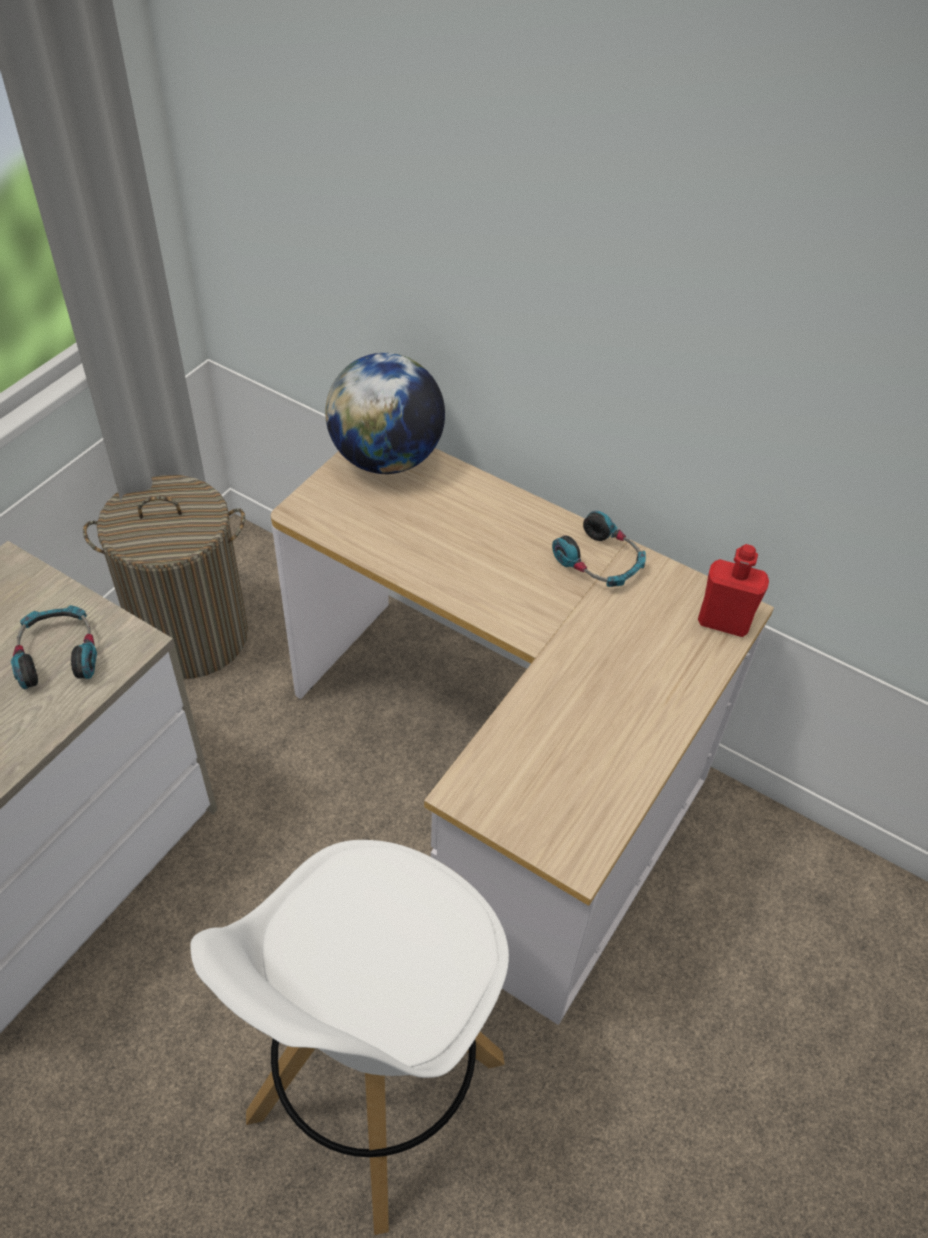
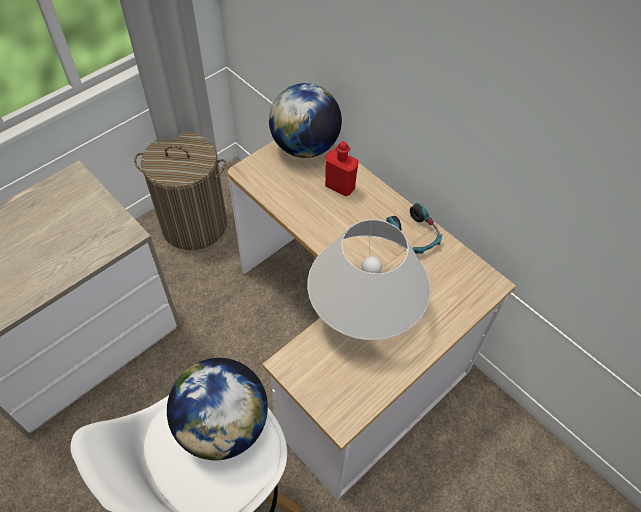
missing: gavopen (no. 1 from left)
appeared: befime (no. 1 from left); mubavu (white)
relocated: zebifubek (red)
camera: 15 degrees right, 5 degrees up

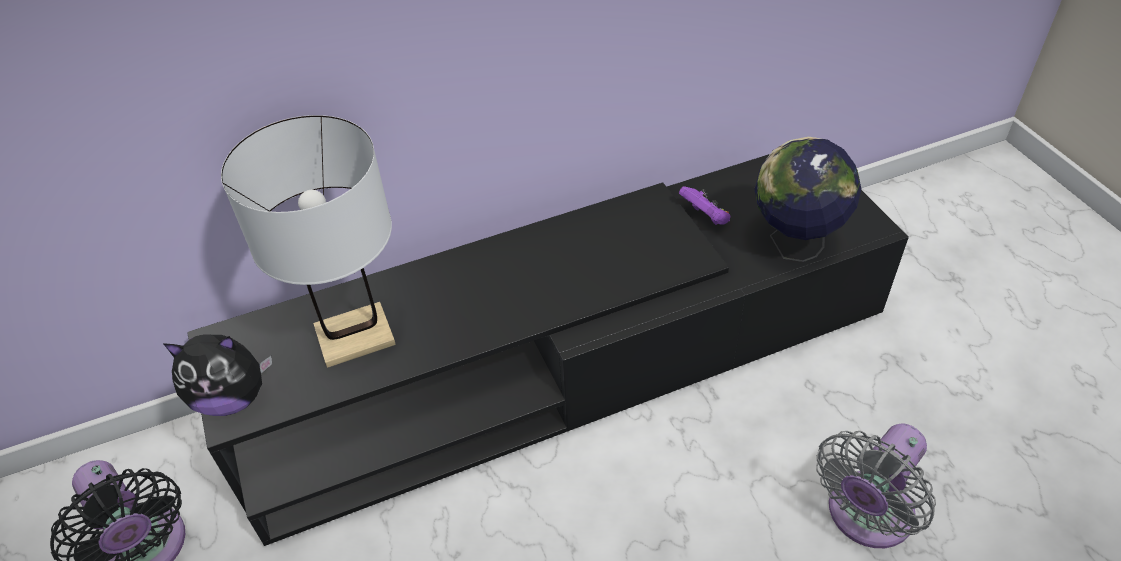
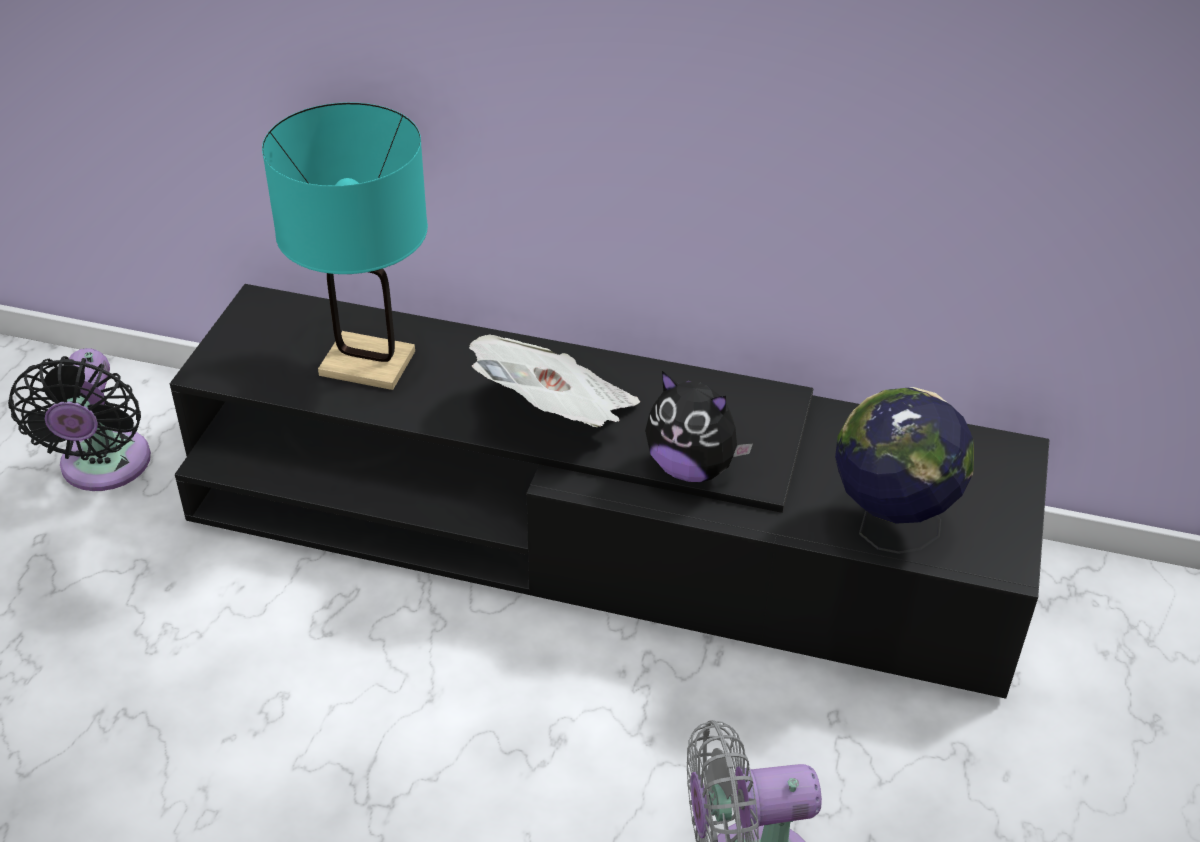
missing: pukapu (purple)
appeared: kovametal
relocated: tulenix
colour: mubavu (white) to mubavu (turquoise)
camera: 35 degrees right, 5 degrees down

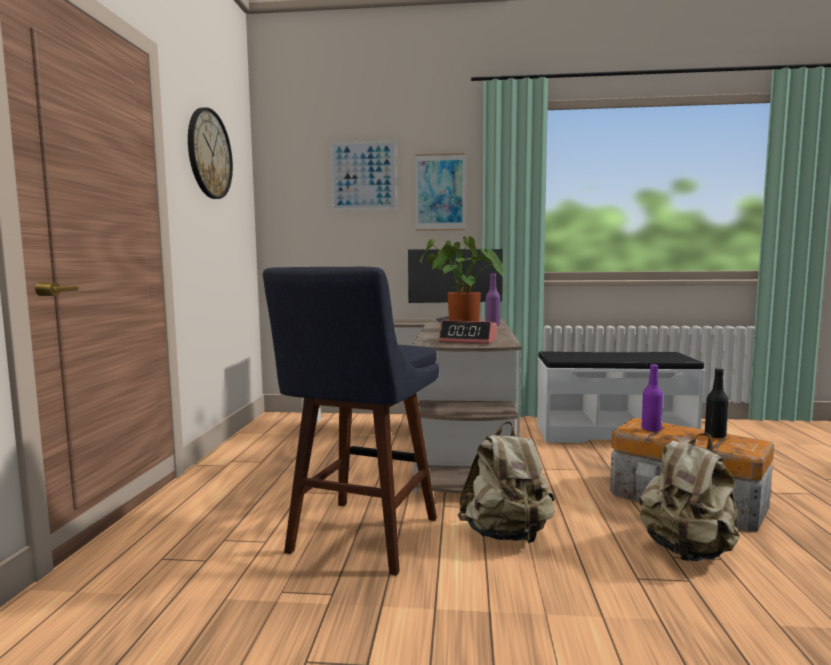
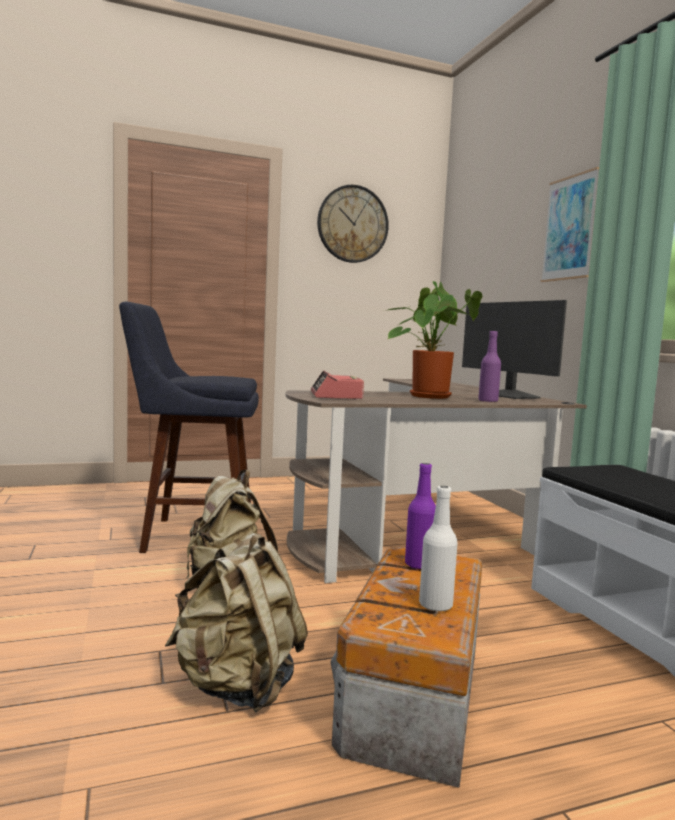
missing: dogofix (no. 1 from left)
colour: zebifubek (black) to zebifubek (white)
camera: 65 degrees right, 0 degrees up

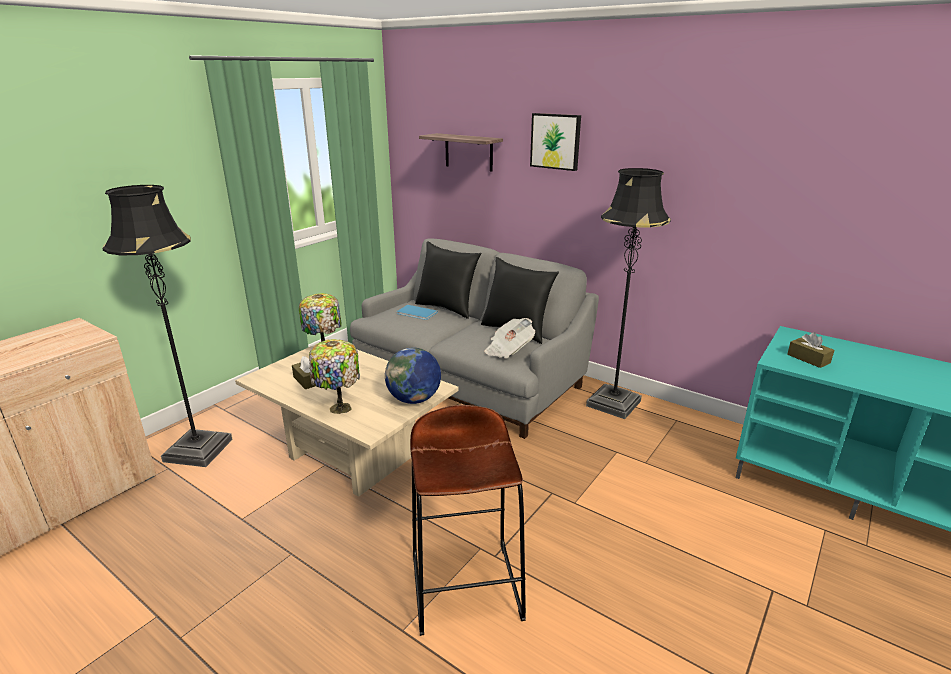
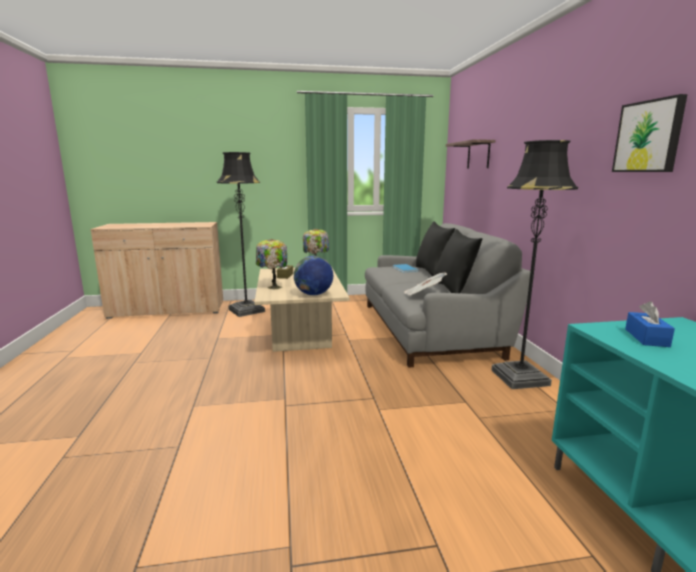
missing: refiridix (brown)
relocated: dogofix
colour: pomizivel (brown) (no. 2 from left) to pomizivel (blue)
camera: 45 degrees right, 10 degrees down

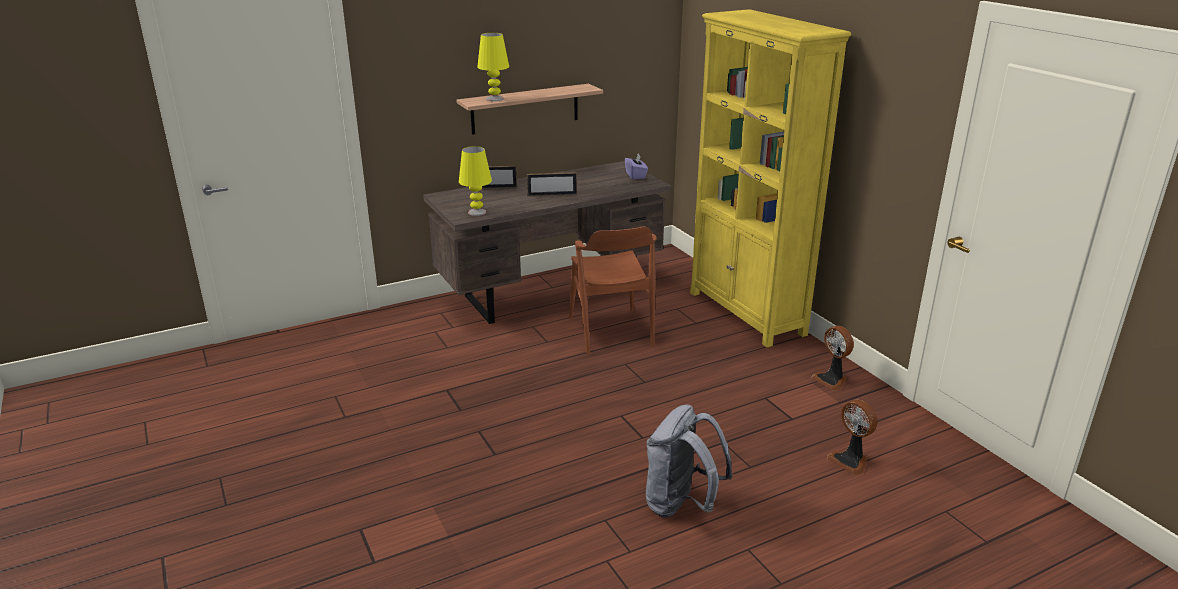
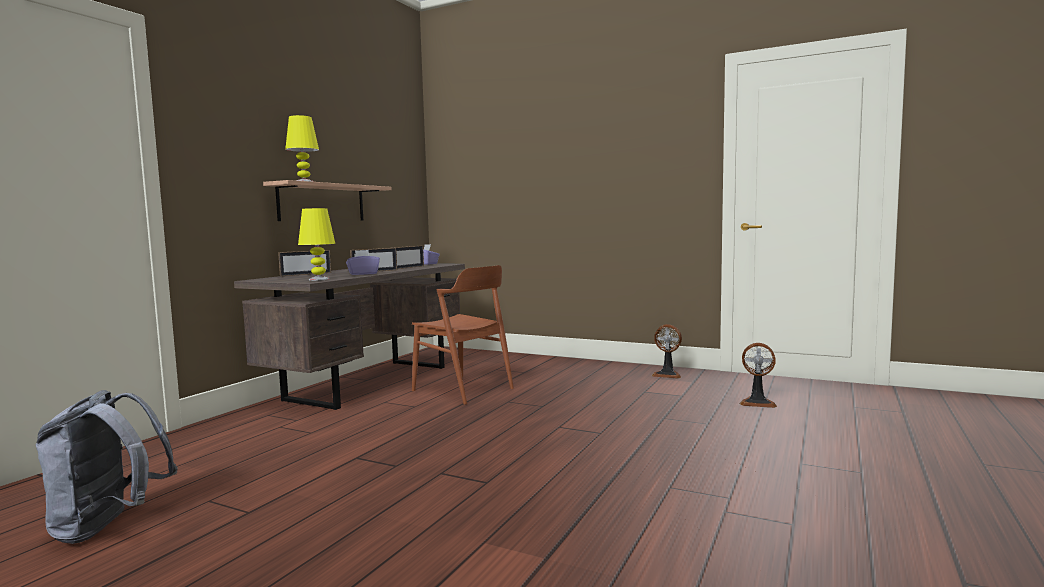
missing: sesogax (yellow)
appeared: pomizivel (purple) (no. 1 from left); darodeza (no. 3 from left)
relocated: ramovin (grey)
camera: 35 degrees left, 20 degrees down

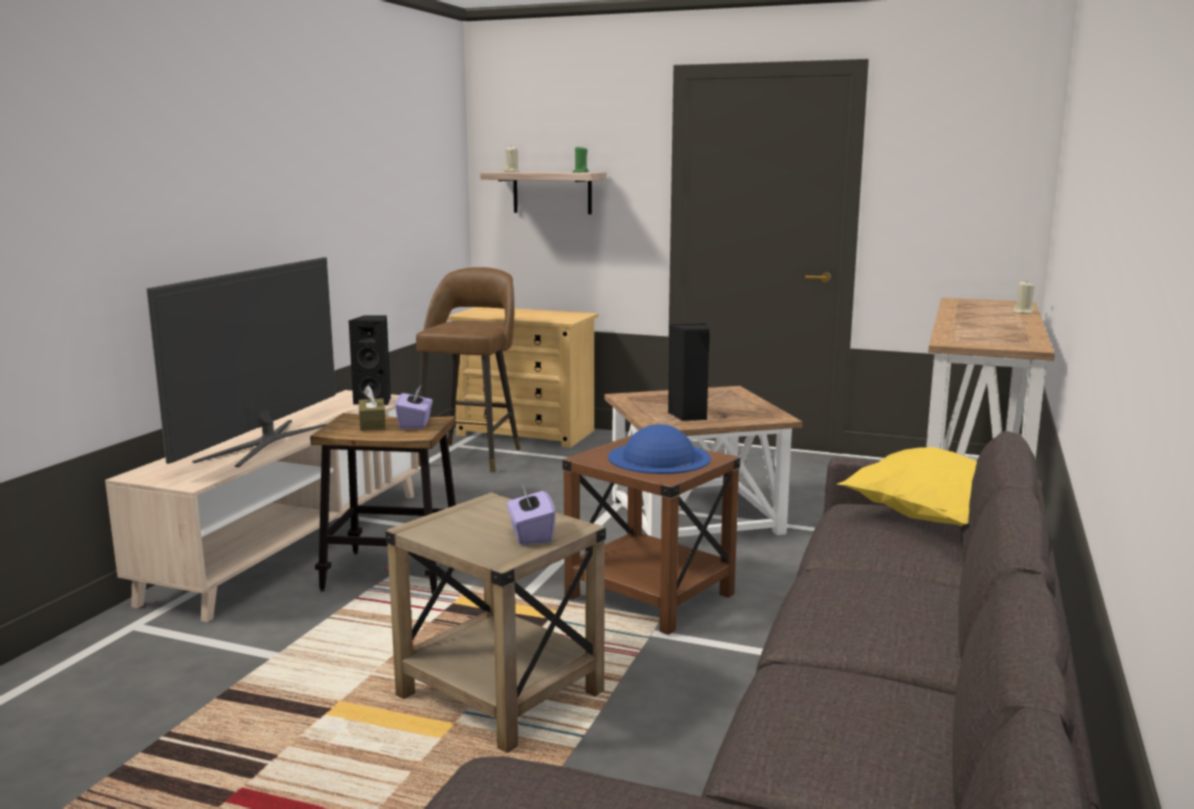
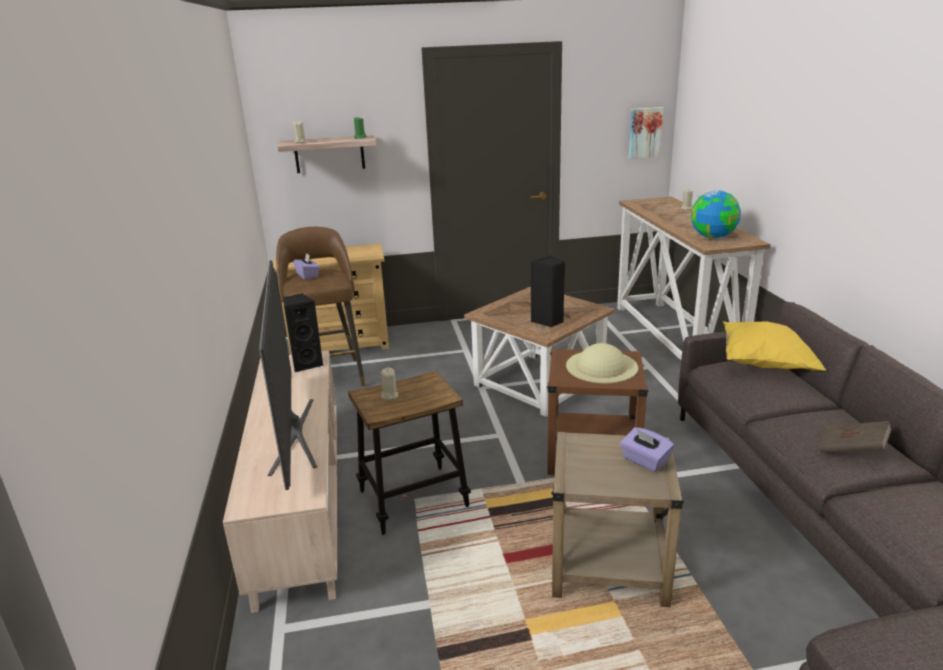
appeared: dogofix; befime; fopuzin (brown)
relocated: pomizivel (purple) (no. 1 from left)
exchanged: pomizivel (brown) to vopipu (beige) (no. 2 from left)
colour: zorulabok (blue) to zorulabok (beige)
camera: 30 degrees left, 10 degrees up

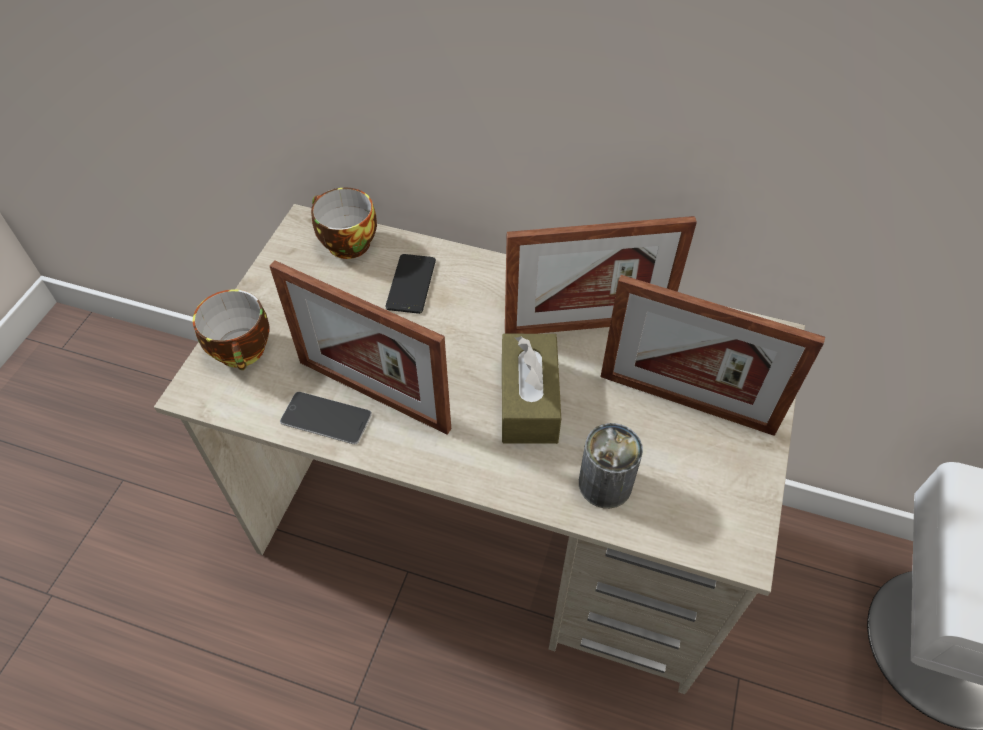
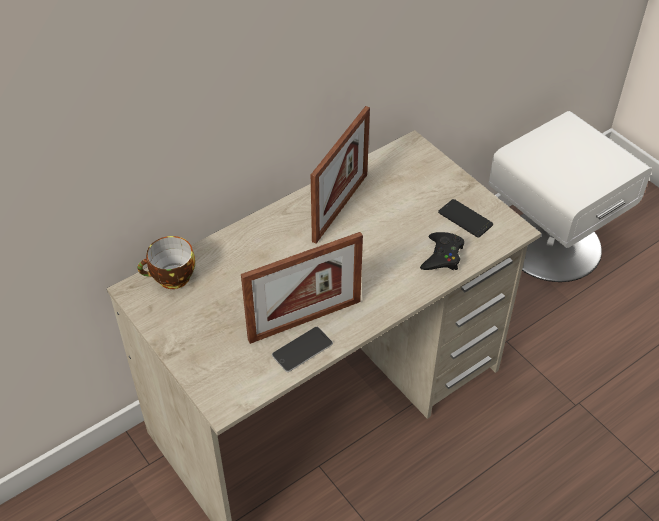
missing: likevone (no. 1 from left); pomizivel (brown); darodeza (no. 3 from left)
relocated: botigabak (no. 2 from left)
exchanged: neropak to pukapu (black)
camera: 55 degrees left, 5 degrees down

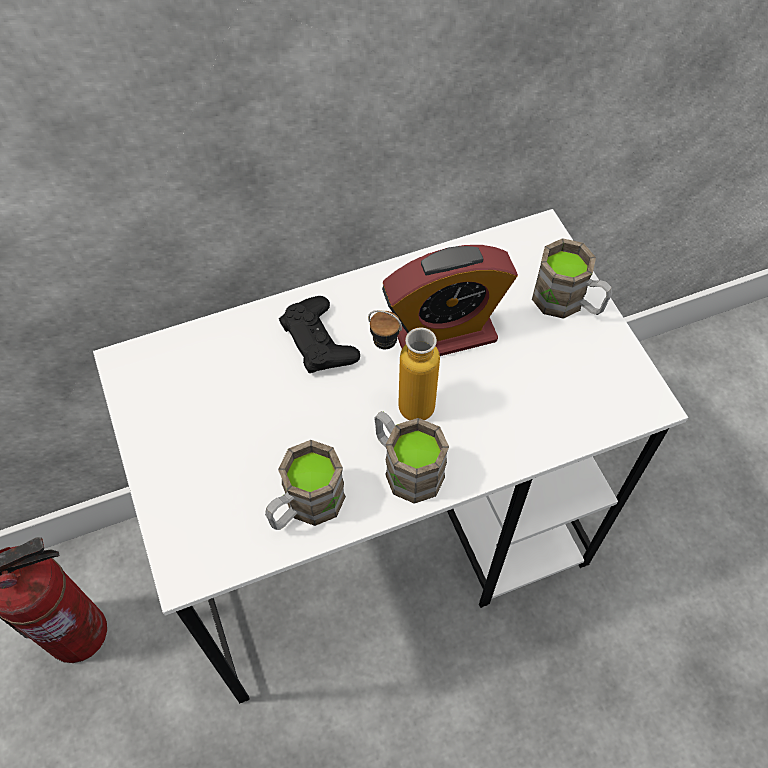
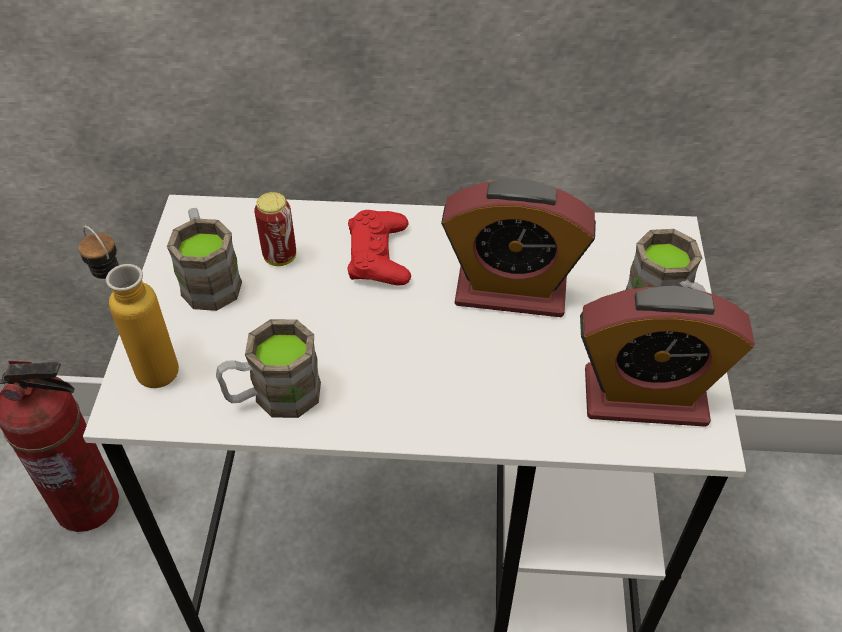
appeared: neropak; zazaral (no. 2 from left)
relocated: zebifubek; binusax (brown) (no. 2 from left in the first image) to binusax (brown) (no. 1 from left)
colour: pukapu (black) to pukapu (red)
camera: 25 degrees right, 10 degrees down

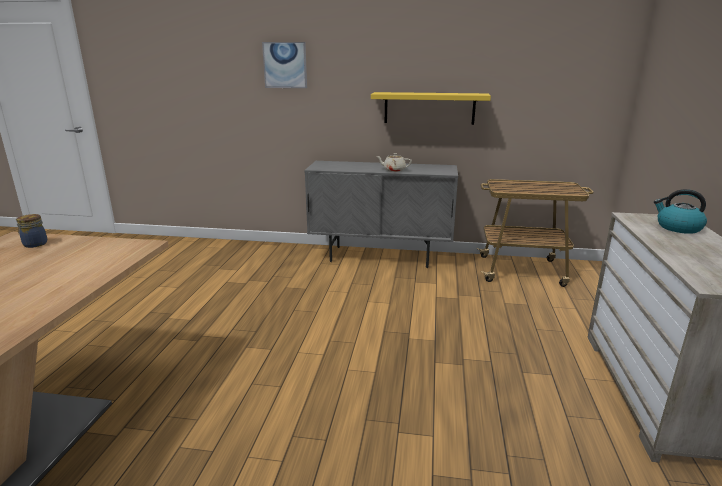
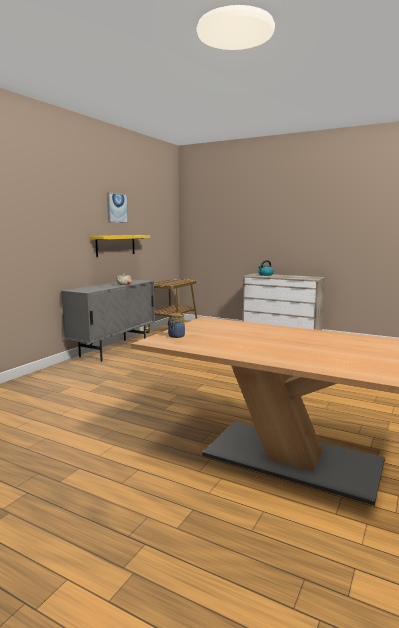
relocated: dogofix
camera: 70 degrees left, 10 degrees down

